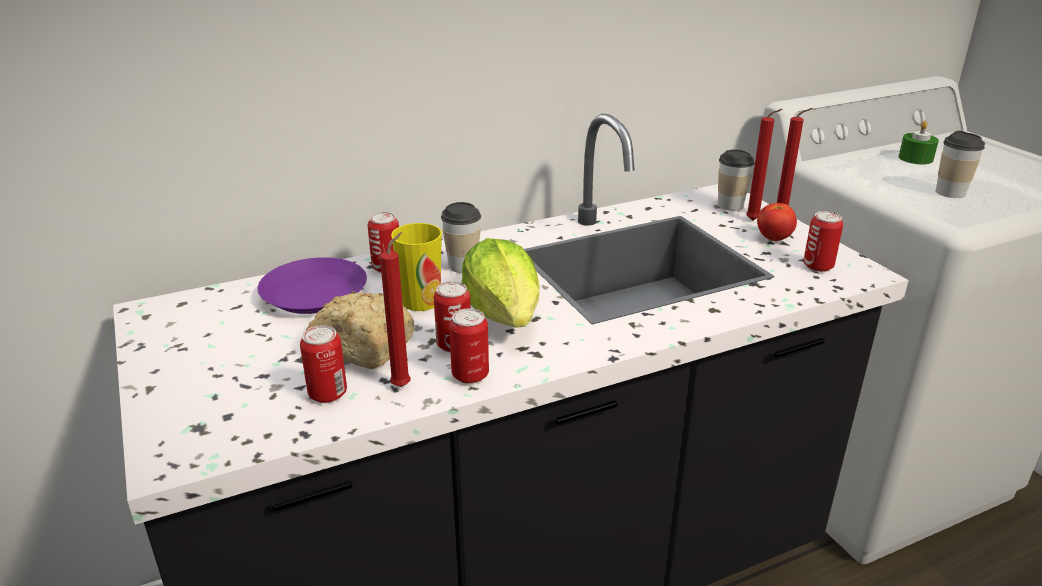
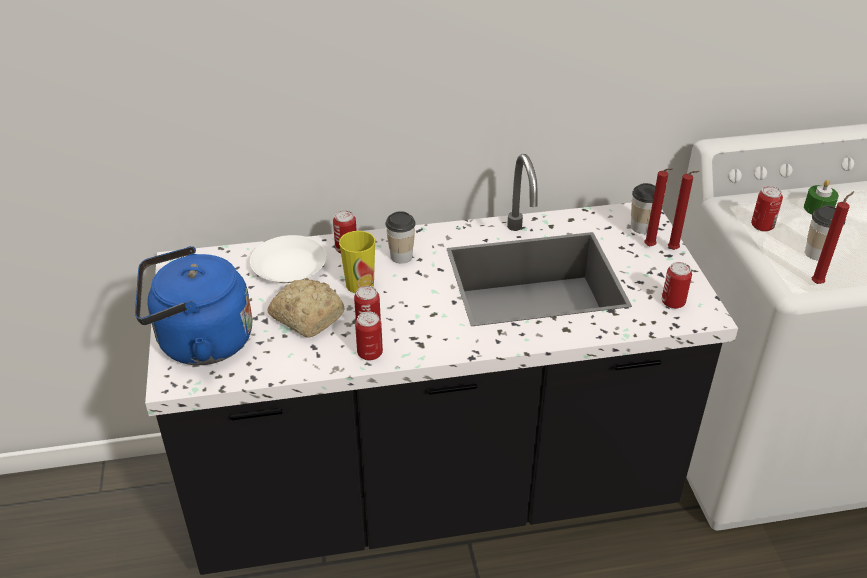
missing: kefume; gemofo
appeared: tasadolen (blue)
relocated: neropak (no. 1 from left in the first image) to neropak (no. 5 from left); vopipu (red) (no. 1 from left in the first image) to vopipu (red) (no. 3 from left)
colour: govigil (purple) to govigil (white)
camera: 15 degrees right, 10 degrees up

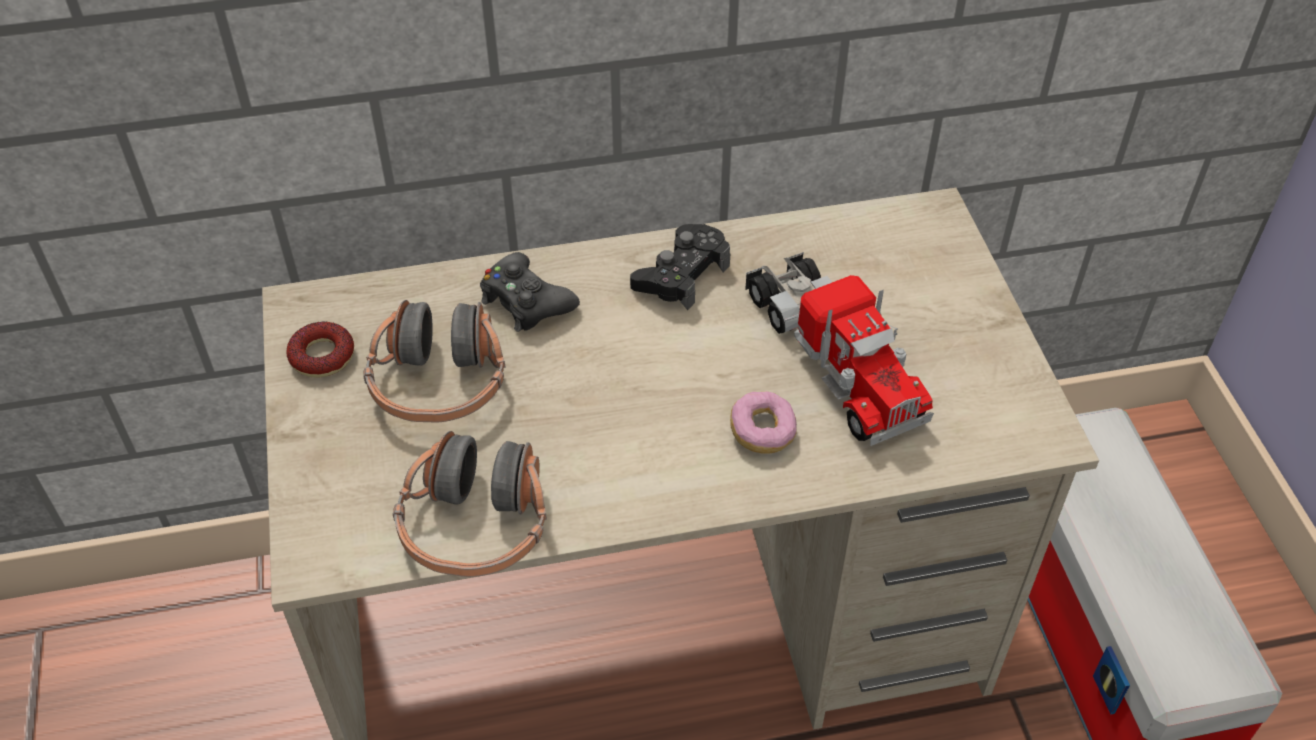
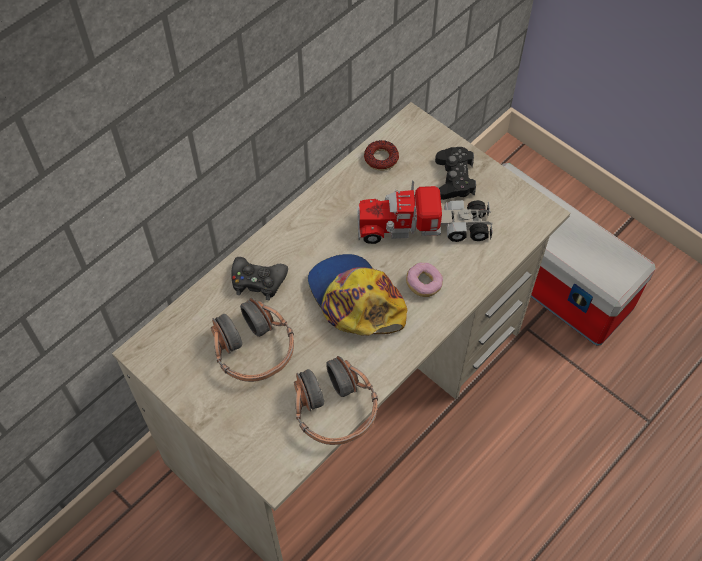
appeared: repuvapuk
relocated: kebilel (no. 1 from left); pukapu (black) (no. 2 from left)
spun: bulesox 150 degrees clockwise
camera: 35 degrees left, 10 degrees up

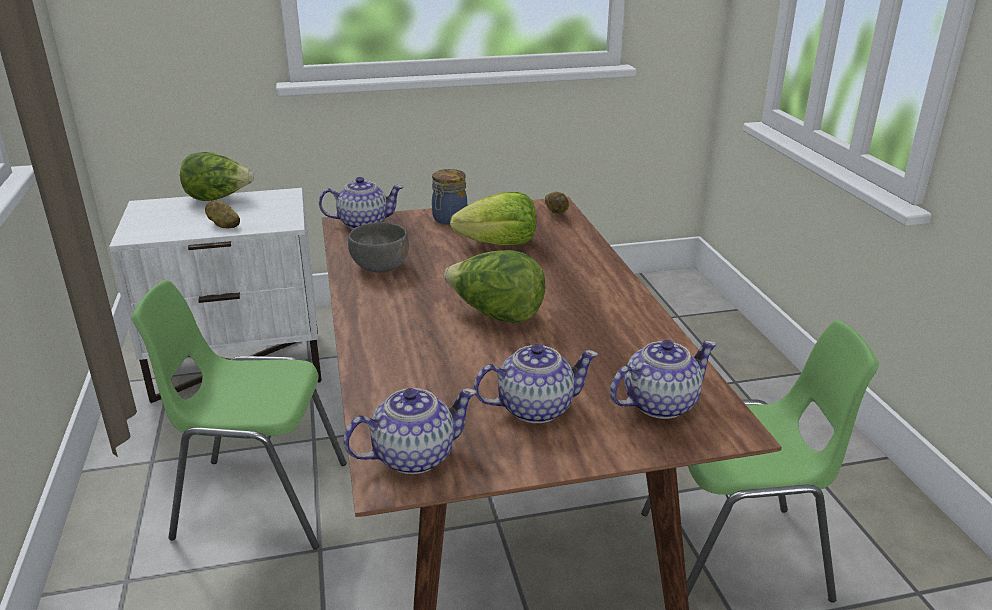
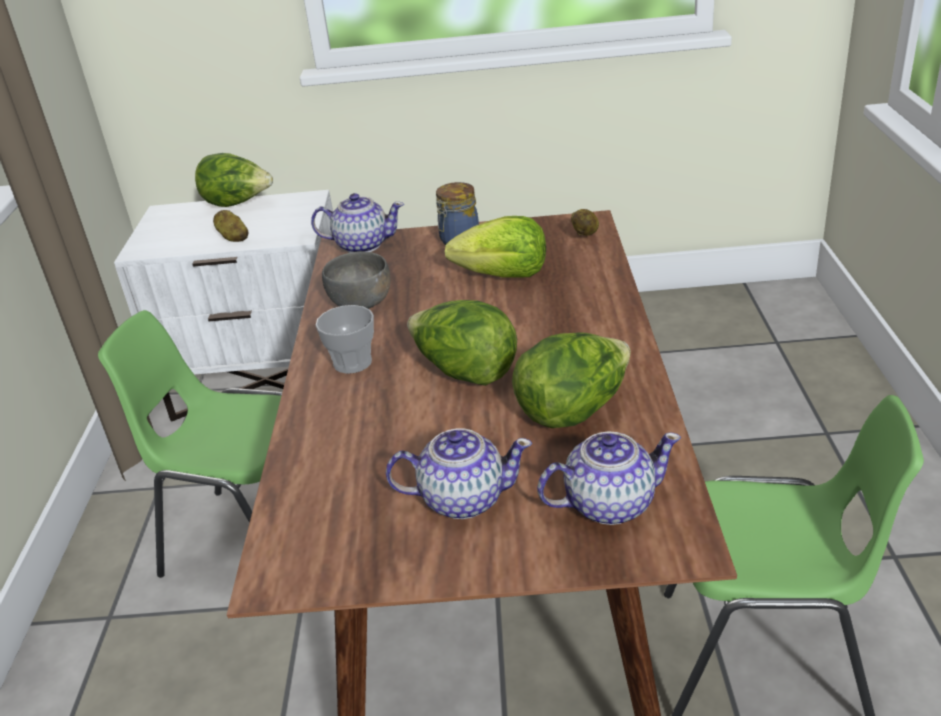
missing: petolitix (no. 2 from left)
appeared: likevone; kefume (no. 4 from left)
camera: 15 degrees right, 5 degrees up

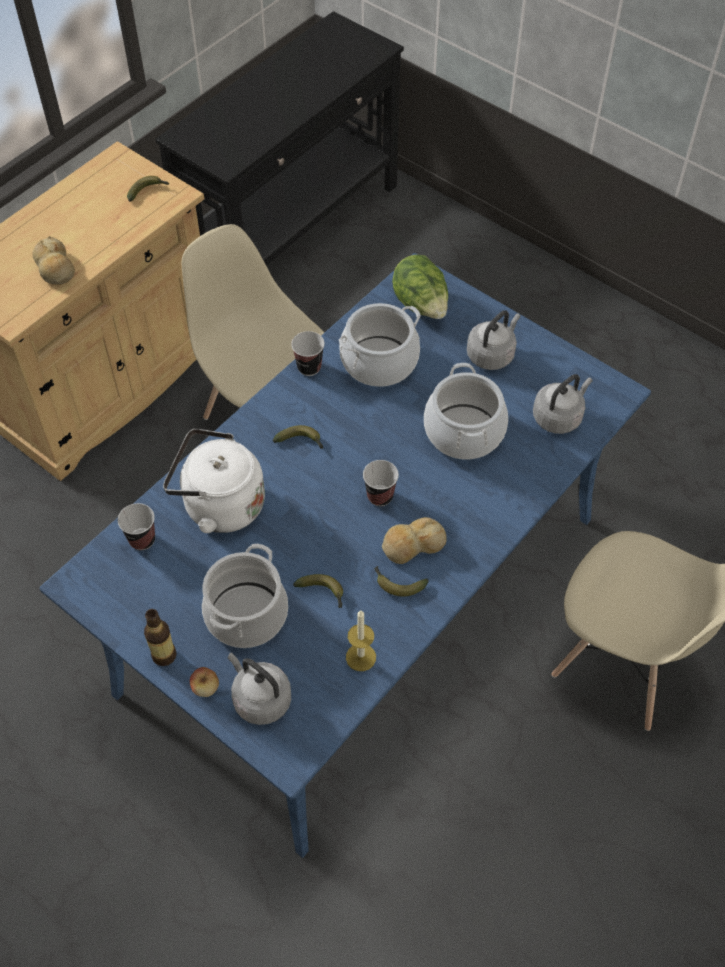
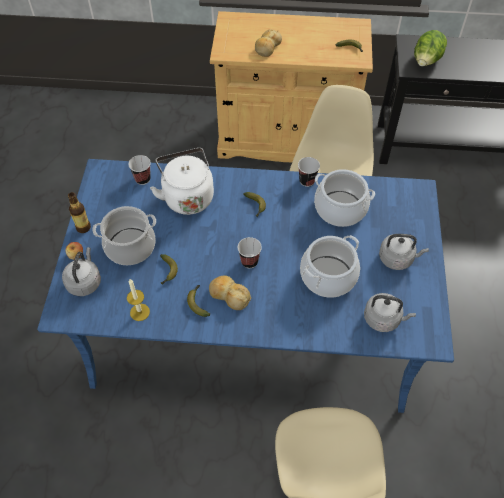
relocated: kefume
camera: 55 degrees right, 0 degrees up

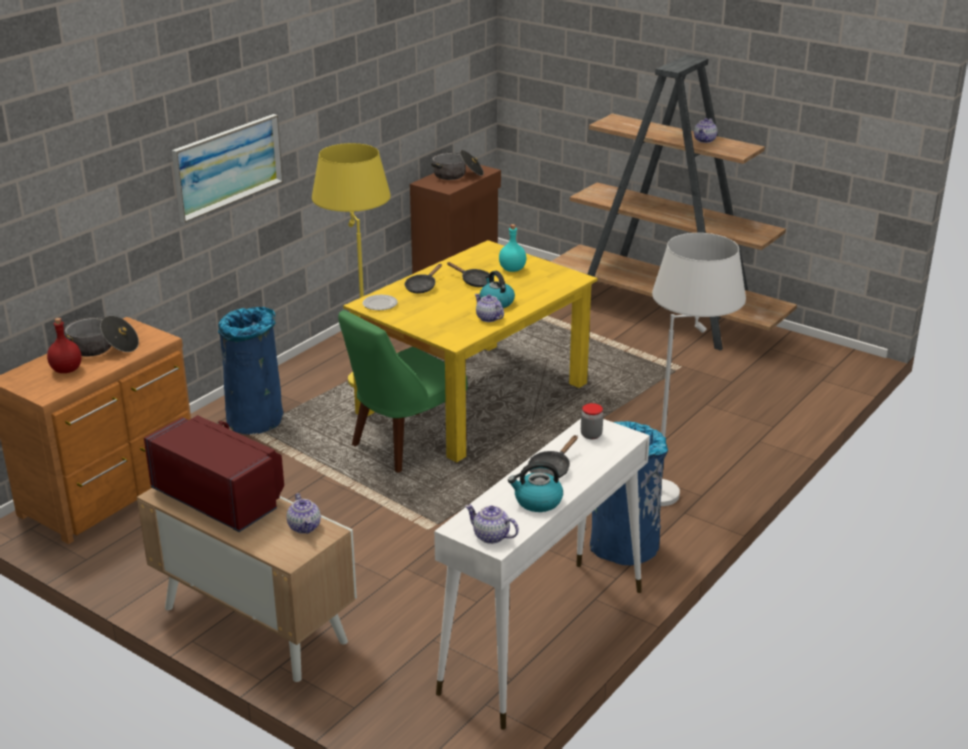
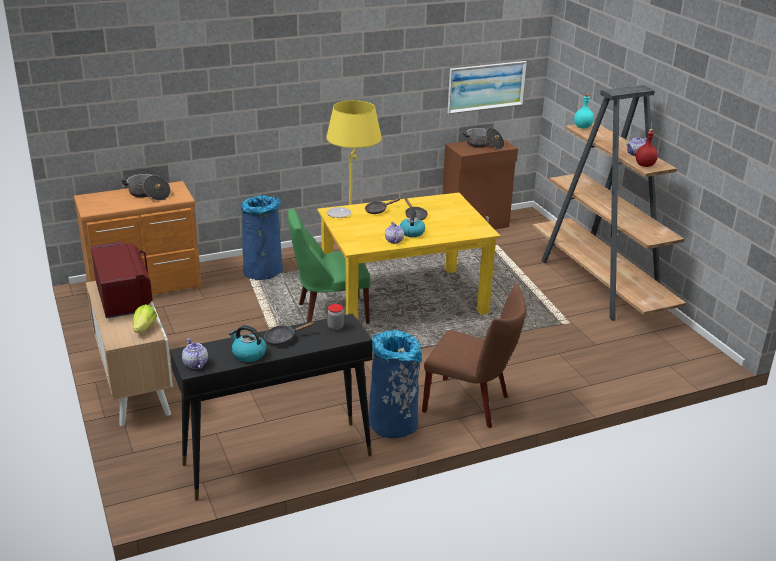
relocated: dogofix; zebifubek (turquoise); zebifubek (red)
exchanged: petolitix (no. 1 from left) to kefume; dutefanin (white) to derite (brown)
colour: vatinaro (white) to vatinaro (black)
camera: 30 degrees right, 0 degrees up

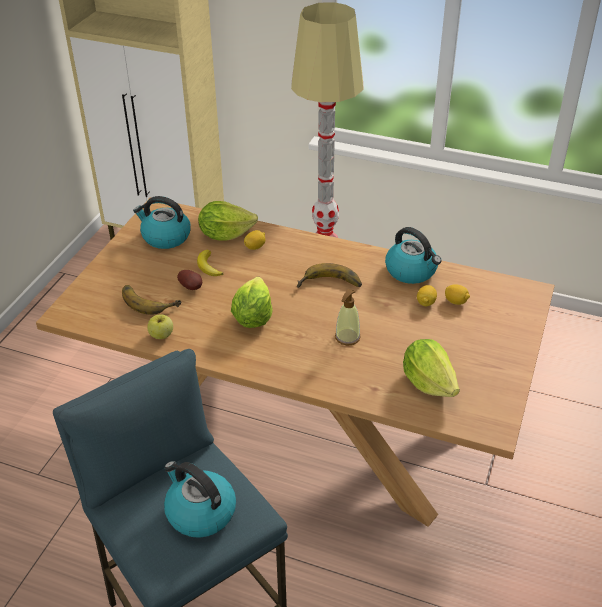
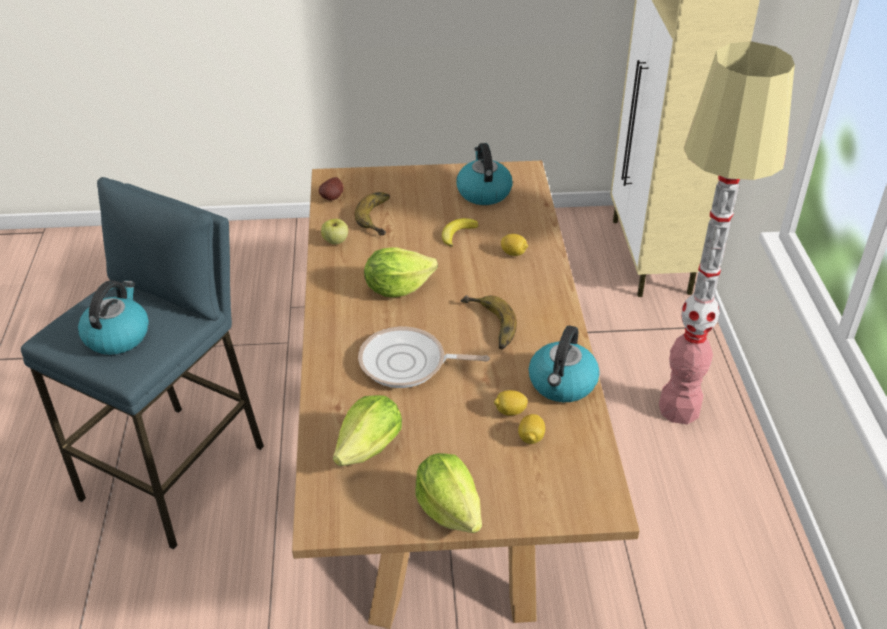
relocated: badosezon; kefume (no. 1 from left in the first image) to kefume (no. 3 from left)
exchanged: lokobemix to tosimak
camera: 65 degrees right, 0 degrees up

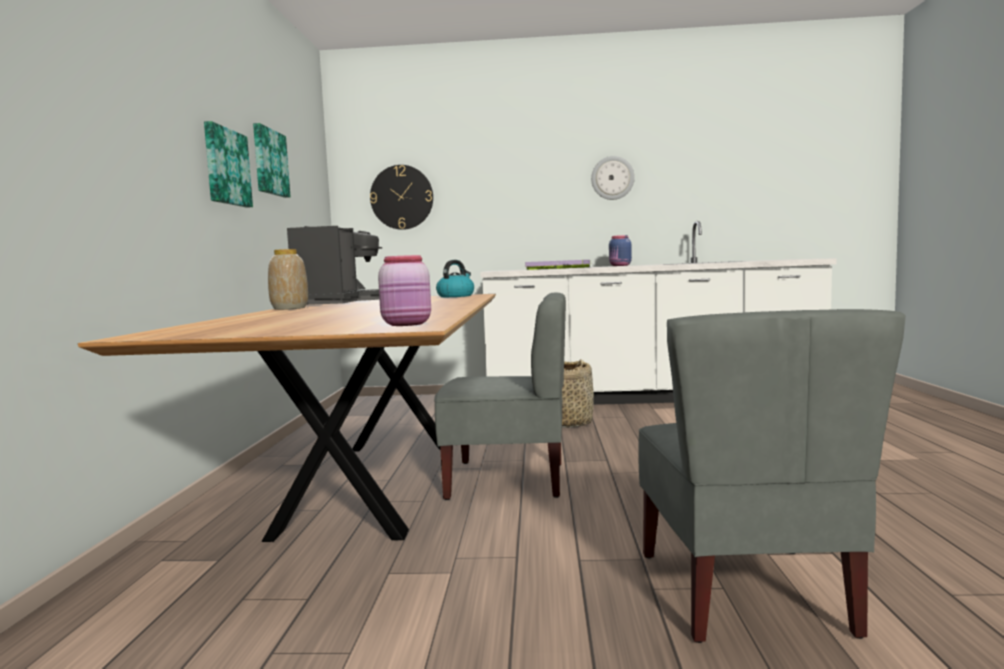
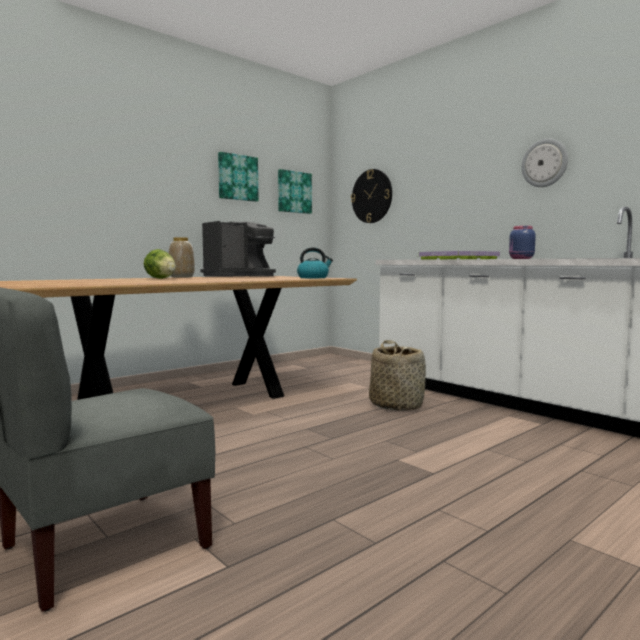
missing: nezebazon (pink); derite (grey) (no. 1 from left)
appeared: kefume
relocated: dogofix (no. 1 from left in the first image) to dogofix (no. 2 from left)
camera: 45 degrees right, 0 degrees up

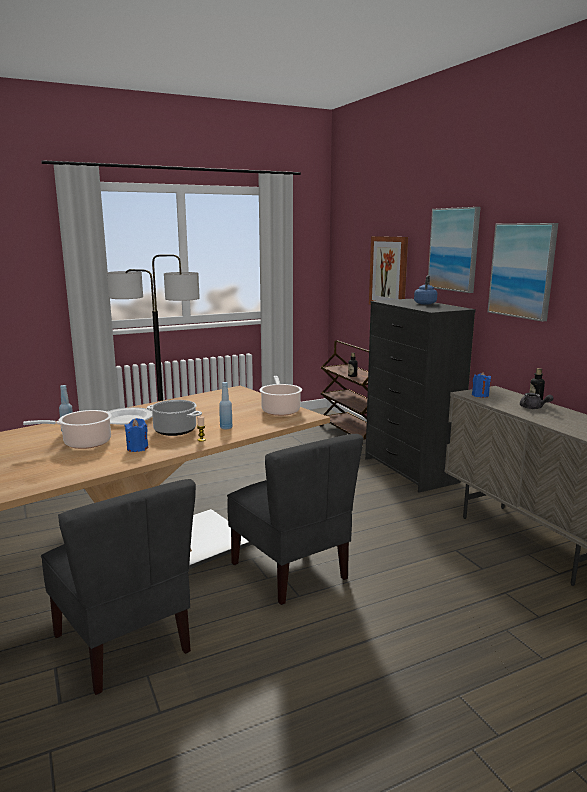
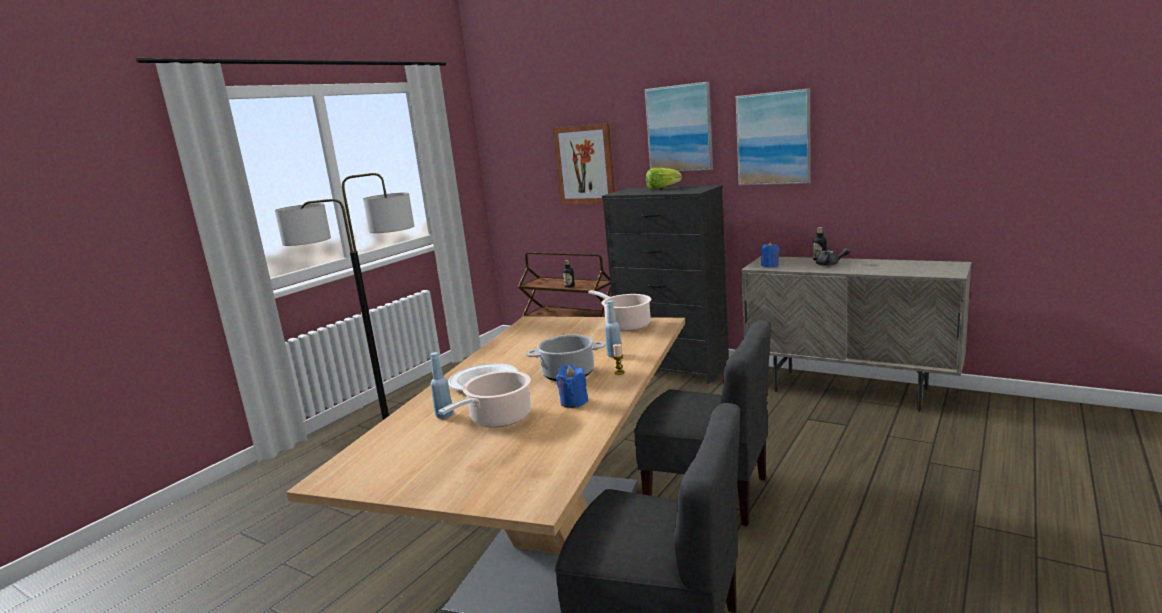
exchanged: tasadolen (blue) to kefume
camera: 30 degrees left, 0 degrees up

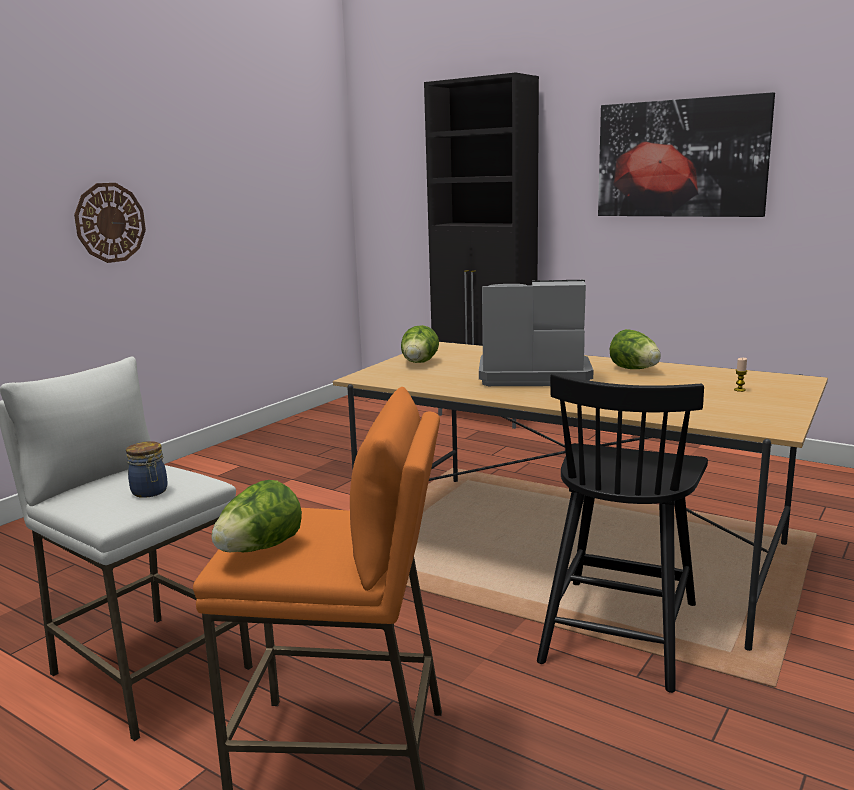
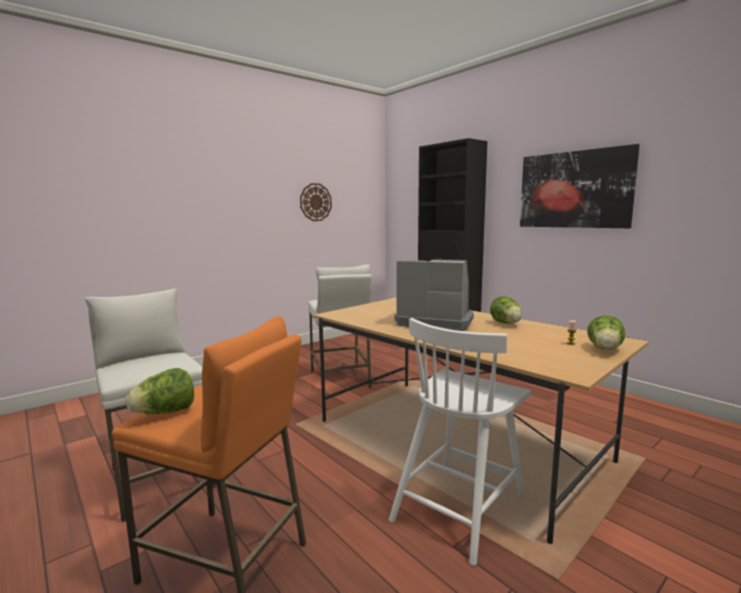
missing: nezebazon
appeared: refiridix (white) (no. 2 from left)
relocated: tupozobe; kefume (no. 2 from left in the first image) to kefume (no. 3 from left)
colour: derite (black) to derite (white)
camera: 15 degrees right, 5 degrees down

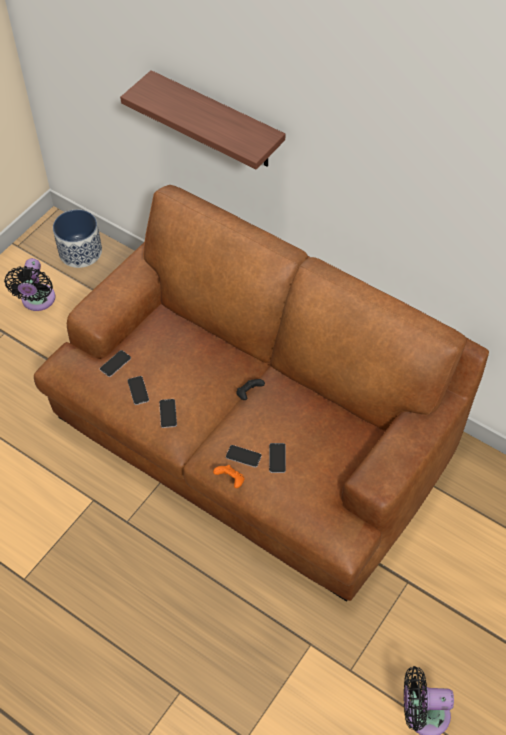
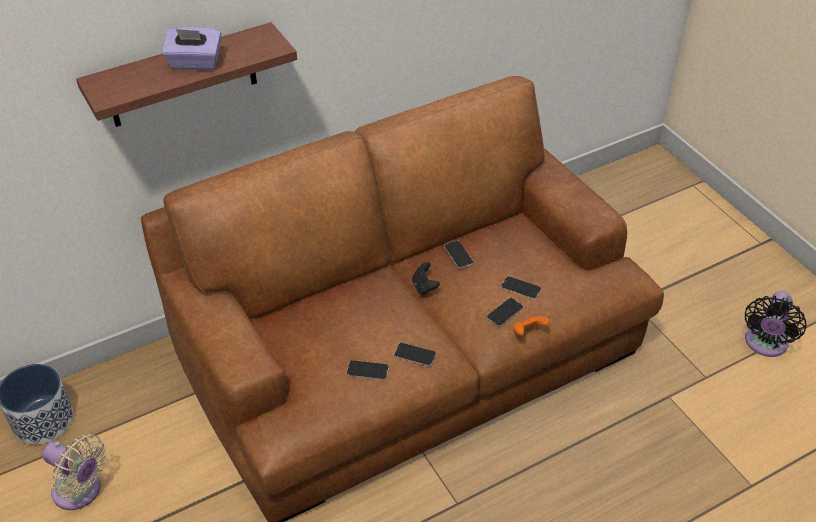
appeared: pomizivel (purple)
relocated: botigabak (no. 1 from left in the first image) to botigabak (no. 3 from left)
colour: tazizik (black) (no. 1 from left) to tazizik (beige)
camera: 65 degrees left, 10 degrees down

